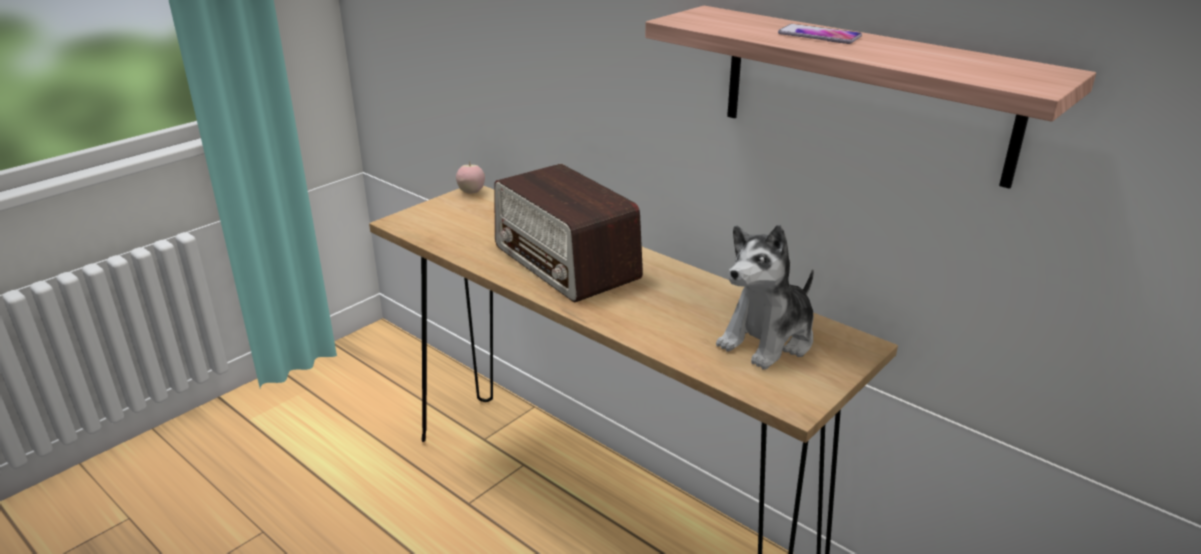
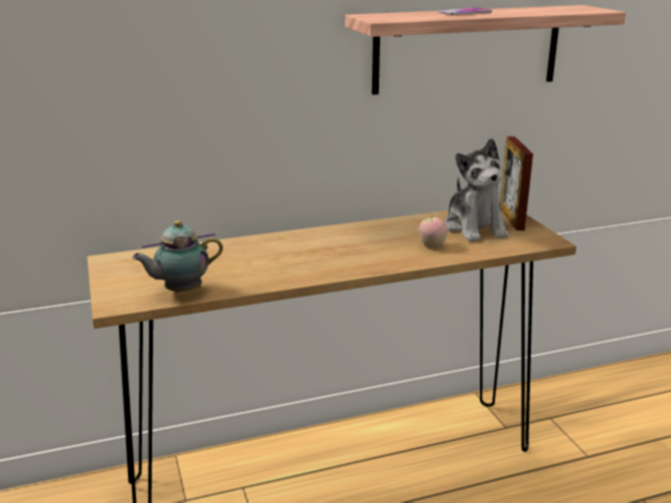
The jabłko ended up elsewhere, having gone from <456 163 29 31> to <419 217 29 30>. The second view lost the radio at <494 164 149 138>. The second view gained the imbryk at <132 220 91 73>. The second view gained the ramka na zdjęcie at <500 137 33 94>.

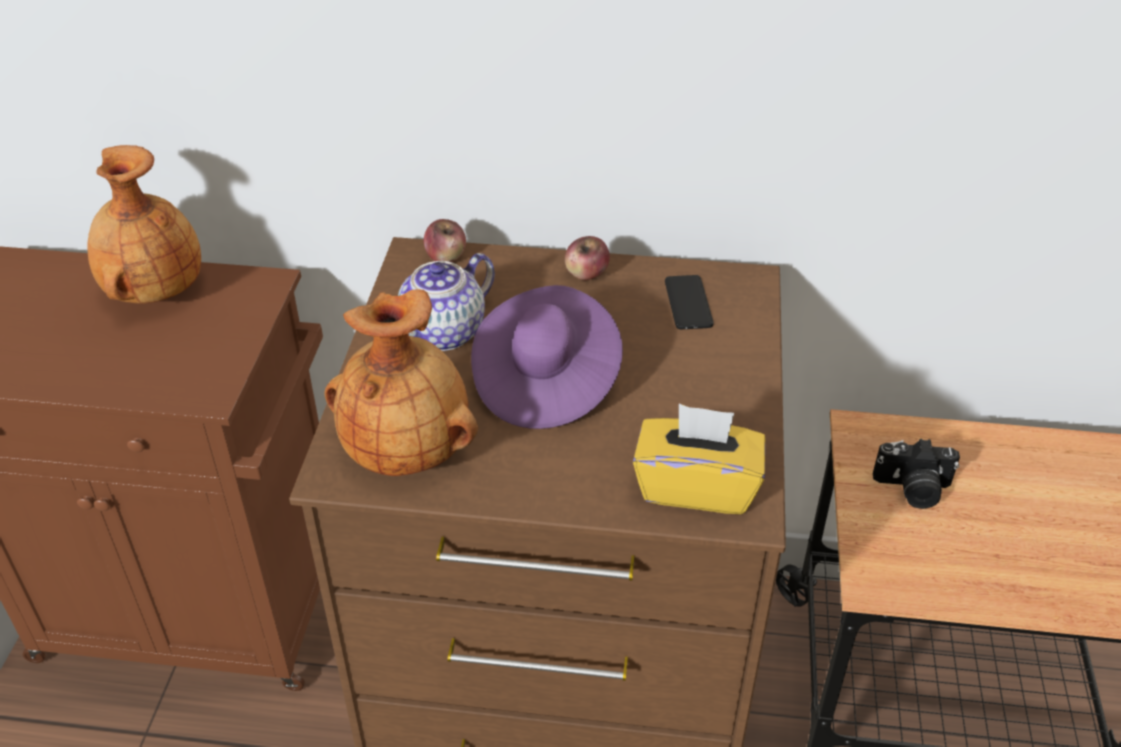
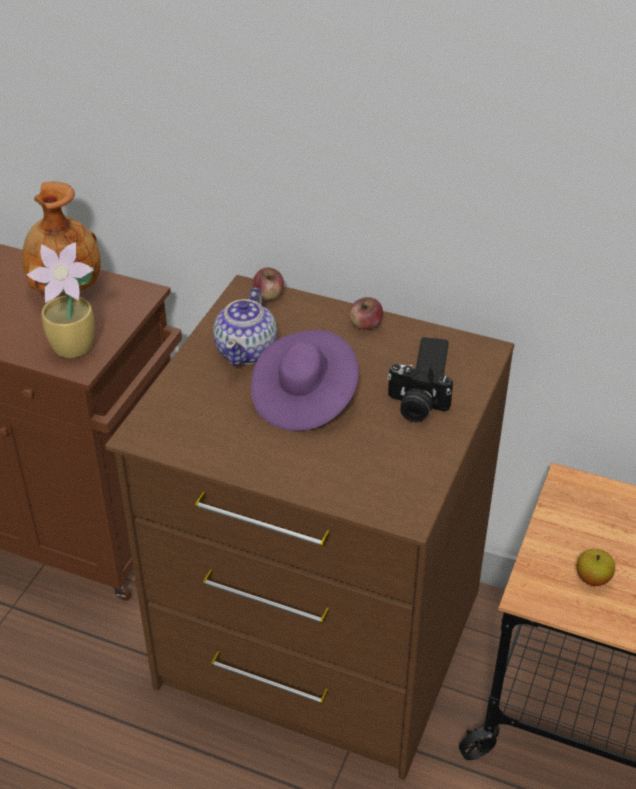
The second view lost the wazon (brązowy) at <324 290 154 186>. The imbryk at <398 253 97 98> ended up facing another way, 45 degrees counterclockwise from before. The second view lost the pudełko chusteczek (żółty) at <633 404 132 110>. The aparat fotograficzny ended up elsewhere, having gone from <873 439 87 70> to <387 364 66 58>. The second view gained the roślina doniczkowa at <26 242 68 116>. The second view gained the jabłko at <576 549 39 37>.

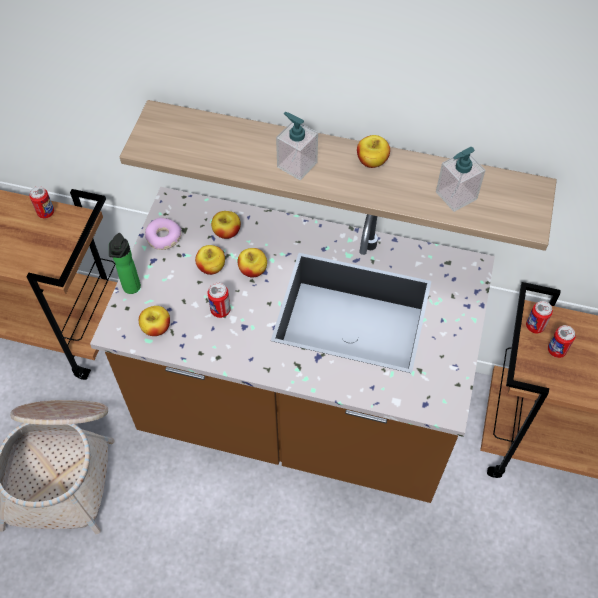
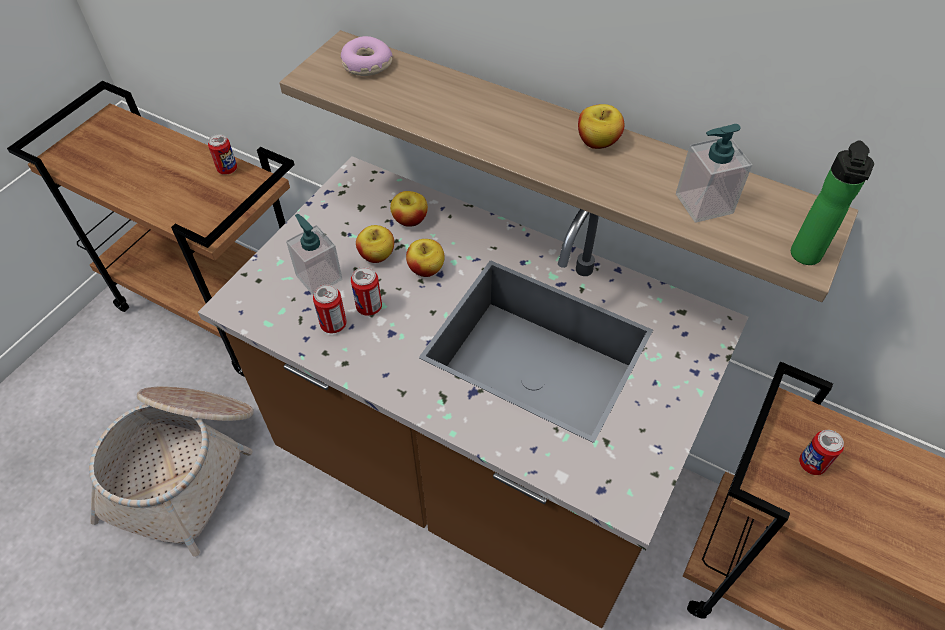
The butelka ended up elsewhere, having gone from <109 233 32 61> to <791 140 83 125>. The second view lost the jabłko at <139 306 31 30>. The donut ended up elsewhere, having gone from <145 218 37 32> to <341 36 52 40>. The dozownik mydła ended up elsewhere, having gone from <276 112 42 68> to <286 214 56 81>. The puszka ended up elsewhere, having gone from <526 301 27 32> to <313 284 34 49>.

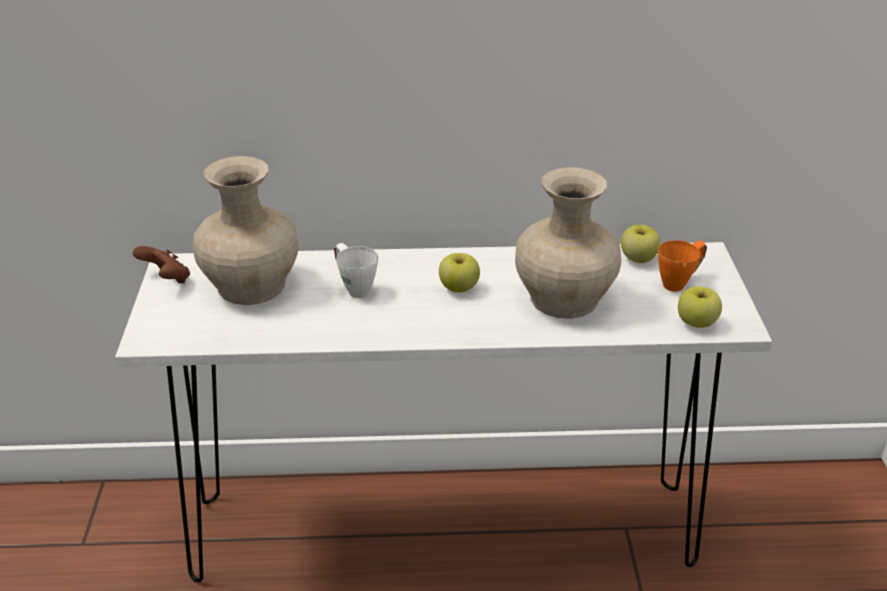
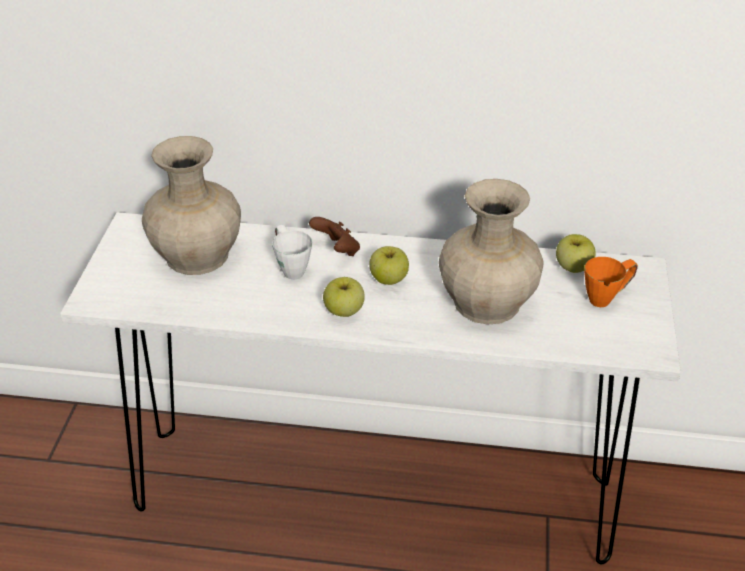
The pad do gier (brązowy) ended up elsewhere, having gone from <133 246 57 37> to <309 217 51 39>. The jabłko ended up elsewhere, having gone from <678 286 44 42> to <323 277 42 40>.

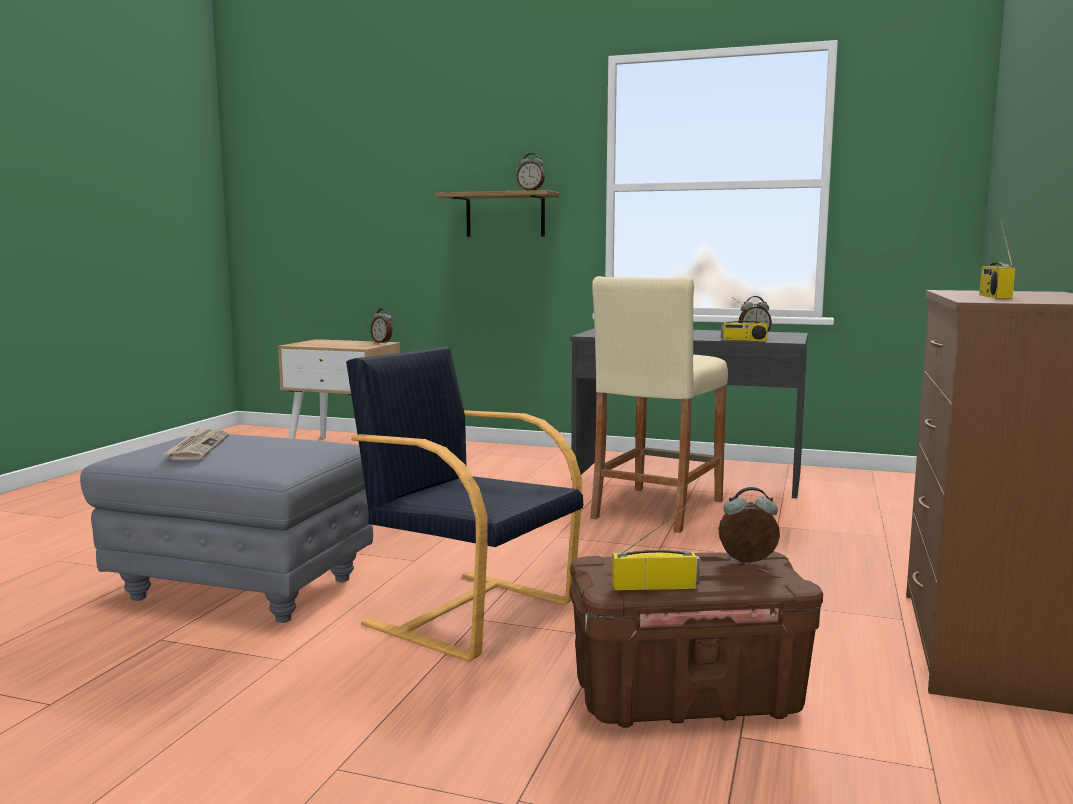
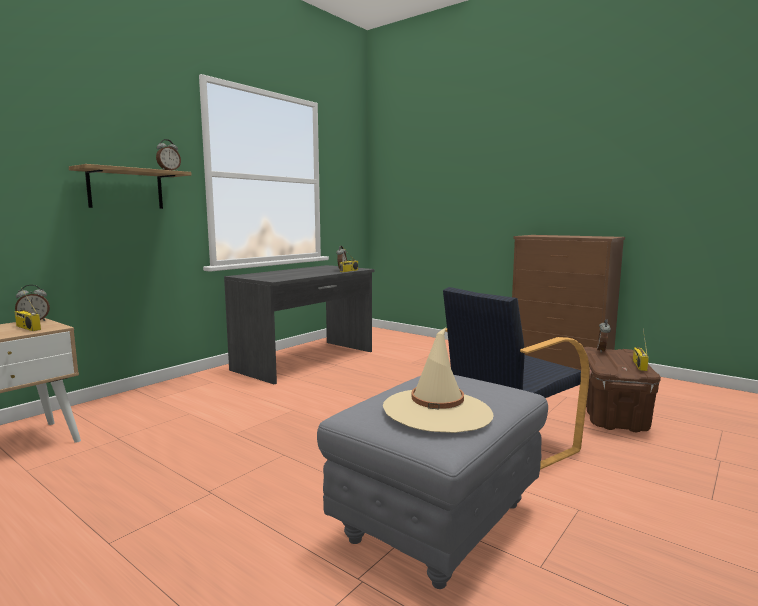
Where the gazeta stood at <163 427 66 33>, the kapelusz (beżowy) came to stand at <383 327 111 106>. The second view lost the stołek (beżowy) at <590 276 138 257>. The radio ended up elsewhere, having gone from <979 221 36 78> to <15 288 26 43>.

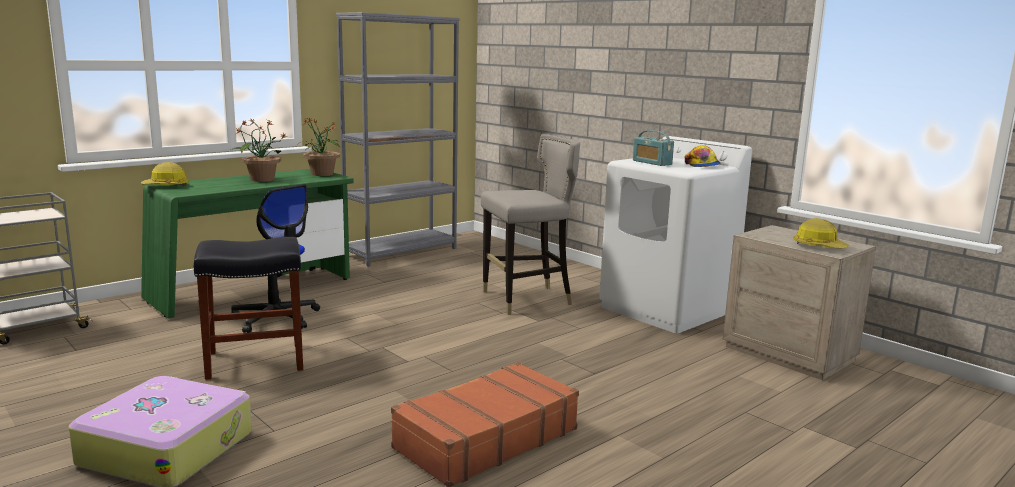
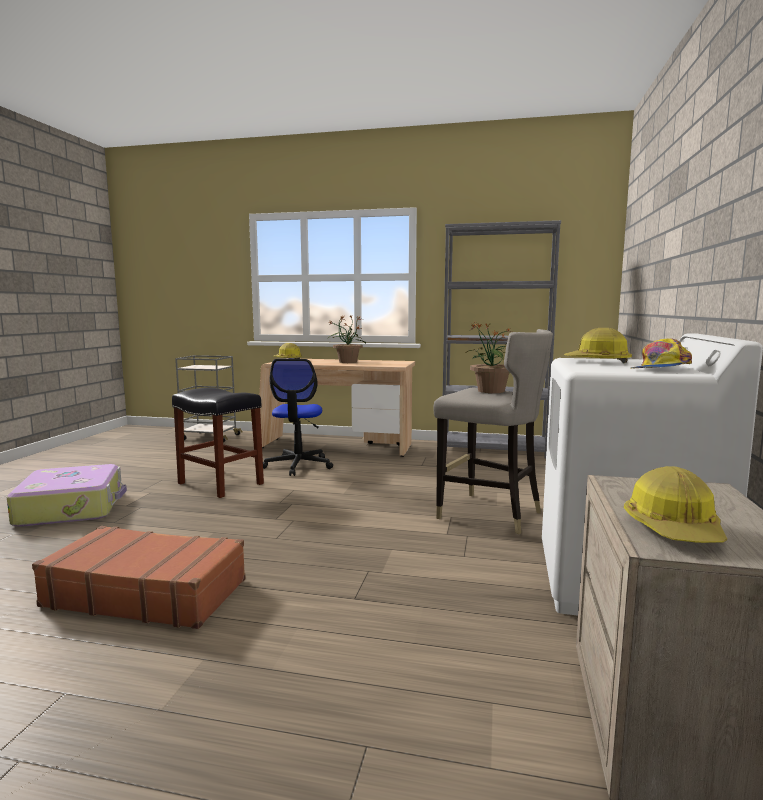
What was the biurko (zielony) at <141 169 213 150> turned into the biurko (beżowy) at <259 358 156 99>. The roślina doniczkowa ended up elsewhere, having gone from <297 117 44 59> to <465 323 47 70>. Where the radio stood at <633 130 41 36>, the kask came to stand at <564 328 68 35>.

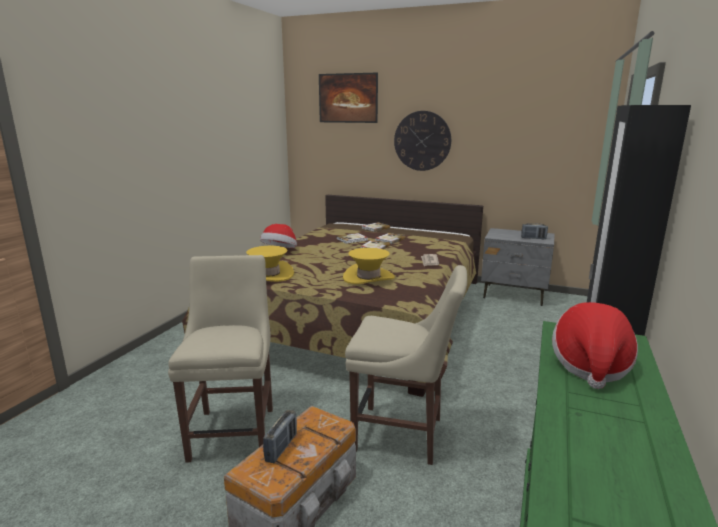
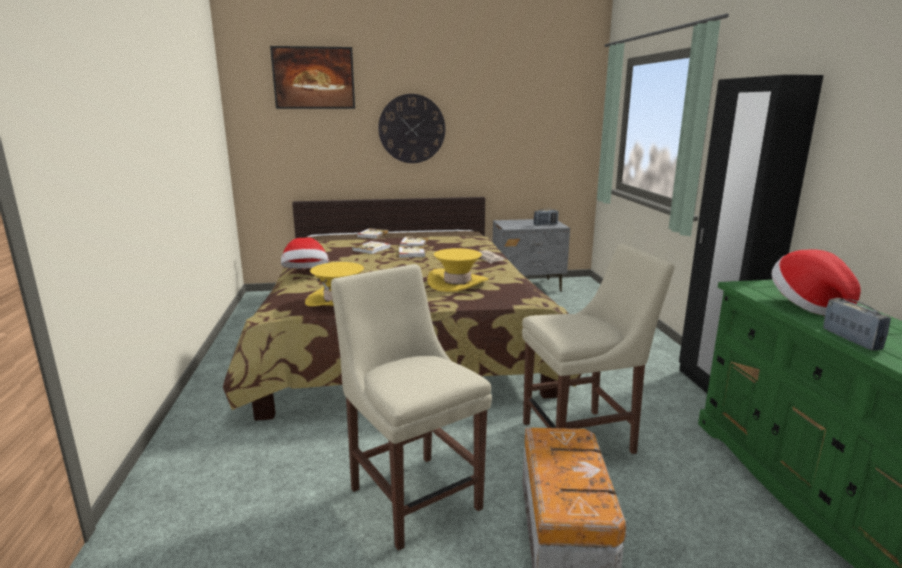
The radio ended up elsewhere, having gone from <263 410 34 53> to <823 298 68 53>.

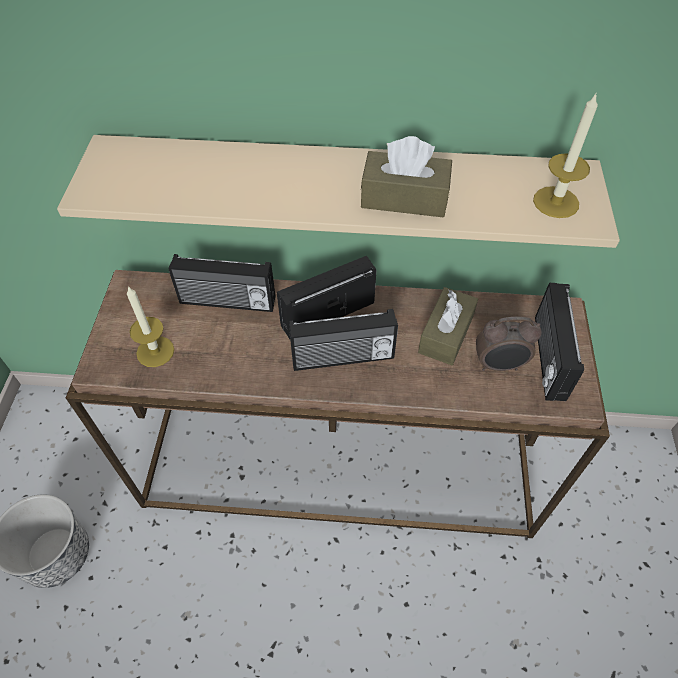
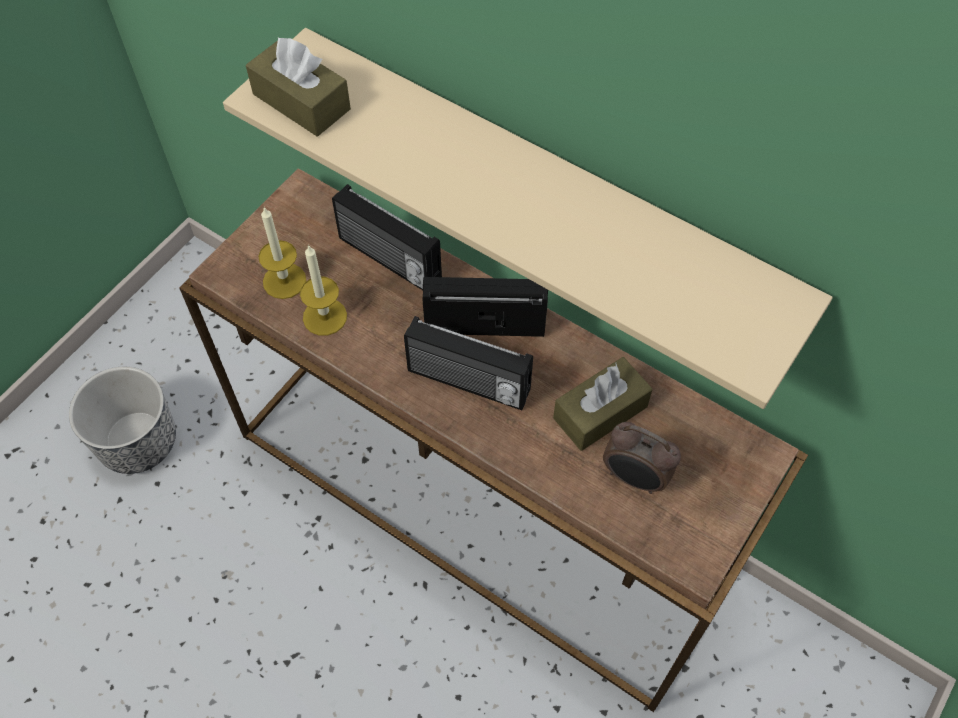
The pudełko chusteczek (brązowy) ended up elsewhere, having gone from <361 136 91 81> to <246 38 105 99>. The świeca ended up elsewhere, having gone from <533 92 65 126> to <300 245 47 91>. The second view lost the radio at <535 283 49 118>.

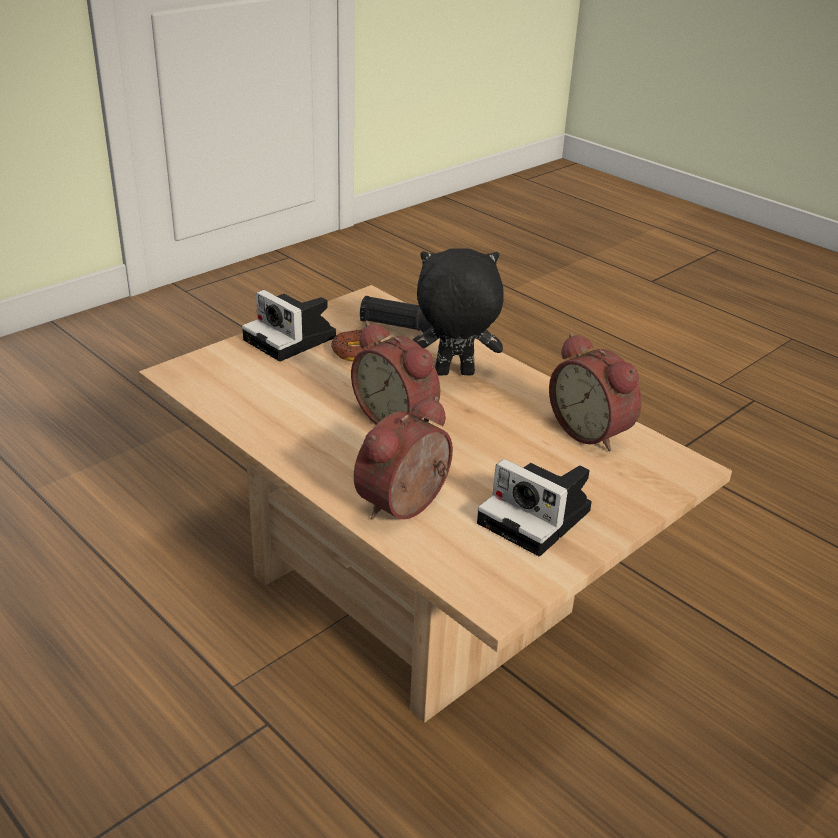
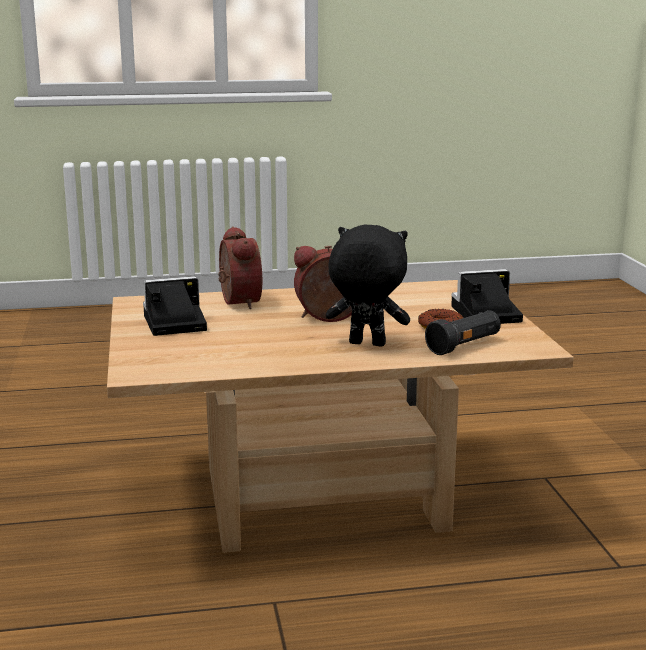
The pluszak (czarny) at <413 248 91 128> ended up facing another way, 105 degrees counterclockwise from before. The second view lost the budzik at <549 333 92 118>.

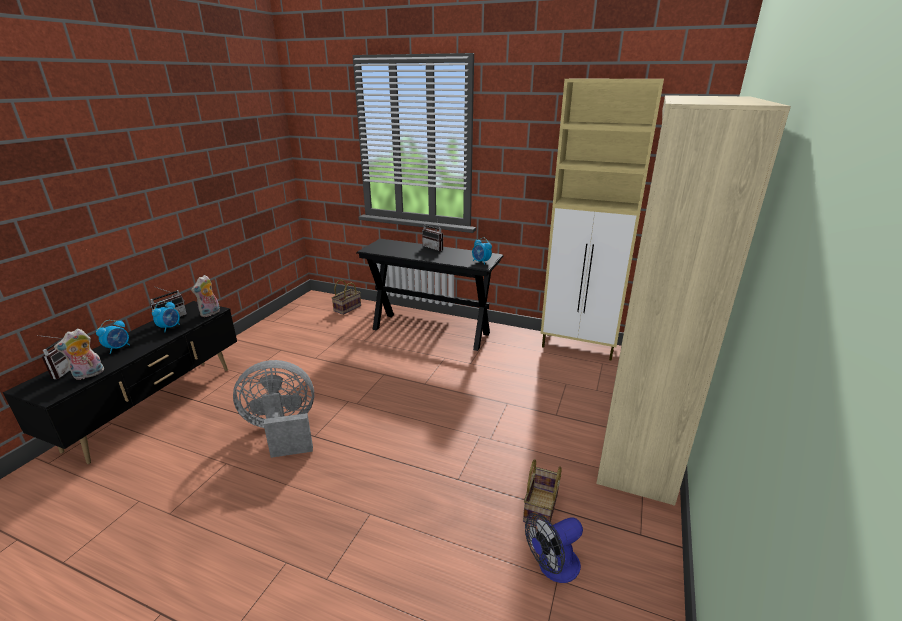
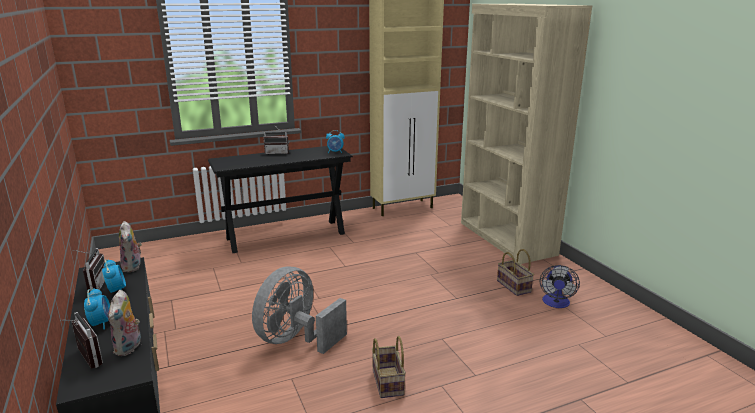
The koszyk ended up elsewhere, having gone from <332 279 29 36> to <372 336 34 62>.

